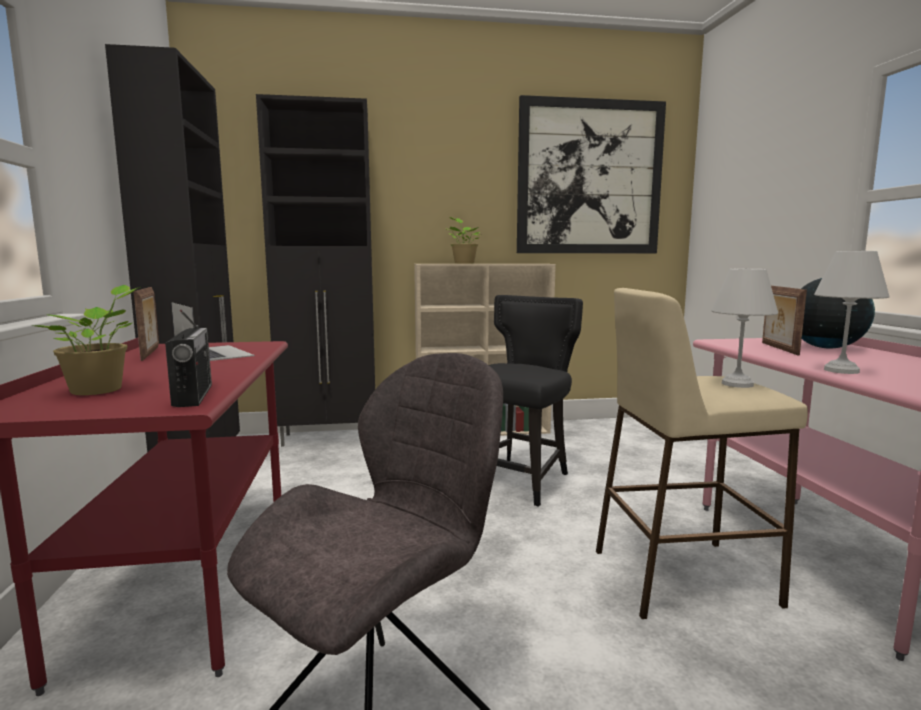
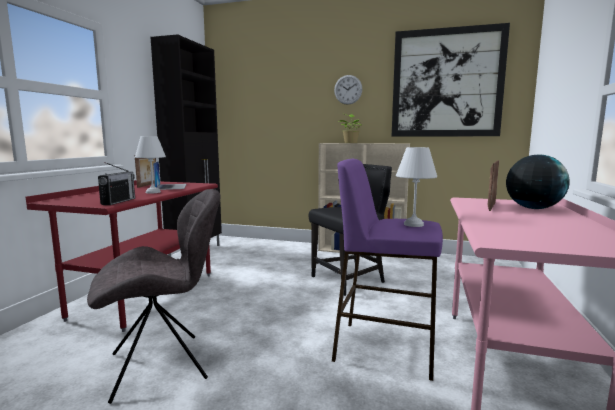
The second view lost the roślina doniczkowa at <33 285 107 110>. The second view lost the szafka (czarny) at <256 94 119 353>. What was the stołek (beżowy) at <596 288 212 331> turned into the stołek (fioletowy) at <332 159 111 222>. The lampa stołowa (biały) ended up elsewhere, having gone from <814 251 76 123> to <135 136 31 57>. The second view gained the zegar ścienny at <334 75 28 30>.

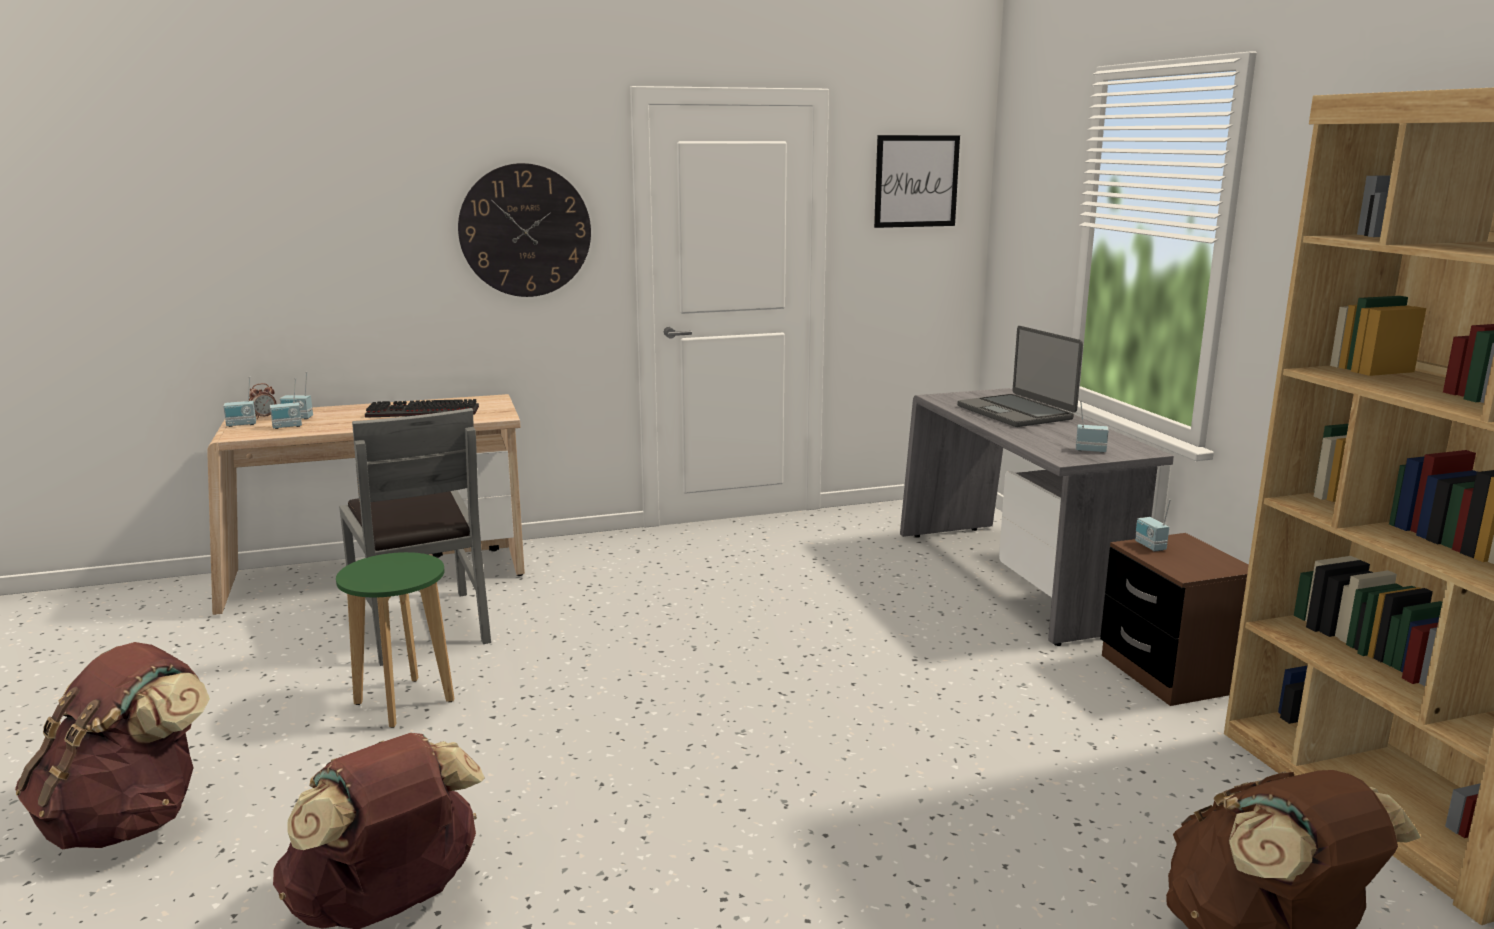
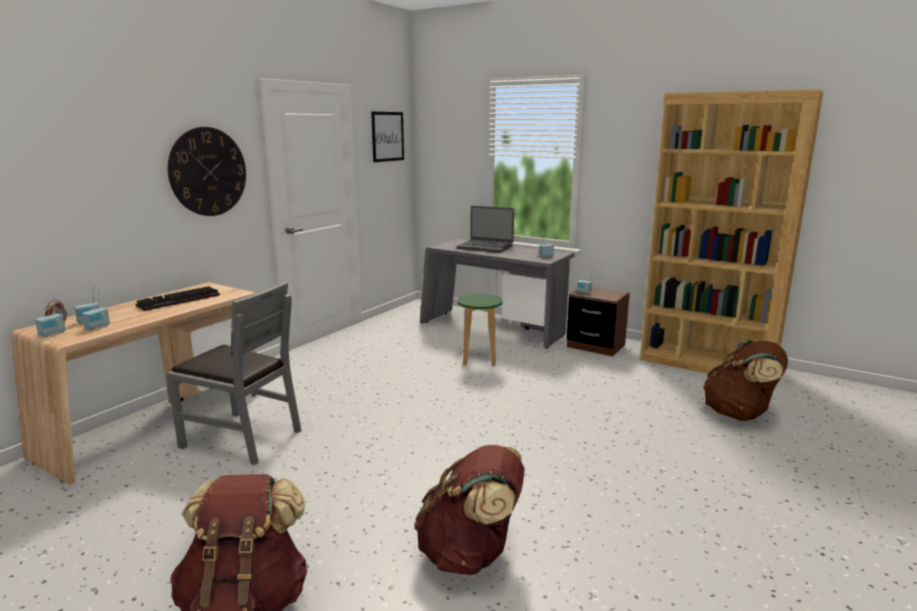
The stołek (zielony) ended up elsewhere, having gone from <336 552 119 176> to <457 294 45 72>.

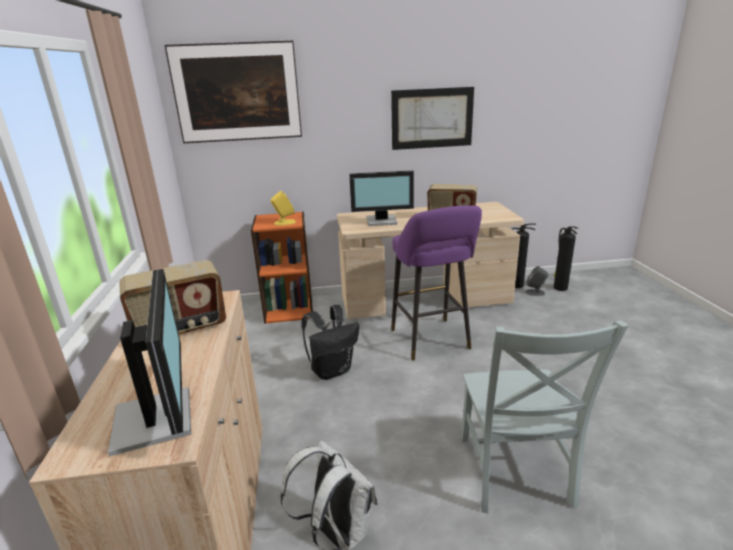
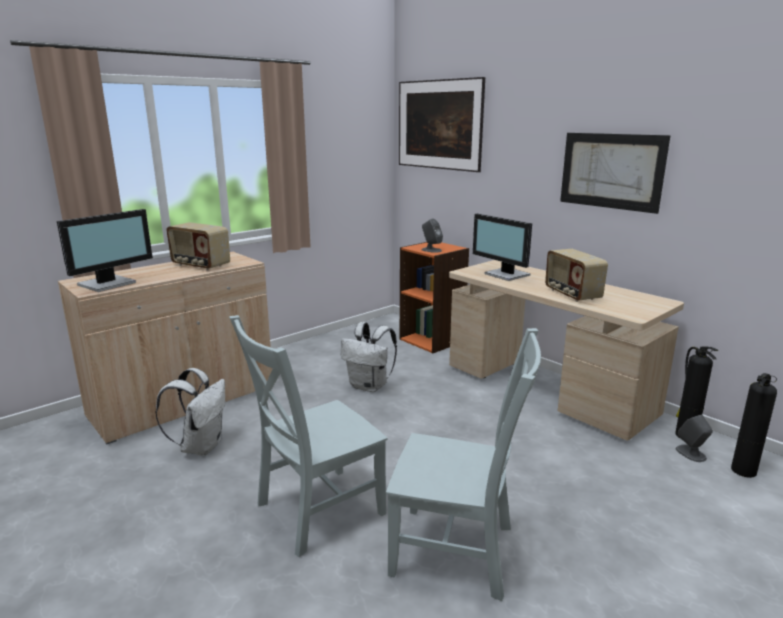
What was the głośnik (żółty) at <271 191 25 35> turned into the głośnik (szary) at <422 218 21 35>. What was the plecak (czarny) at <301 305 58 75> turned into the plecak (biały) at <341 322 56 70>. The second view lost the stołek (fioletowy) at <391 205 91 156>. The second view gained the krzesło (szary) at <386 328 155 273>.

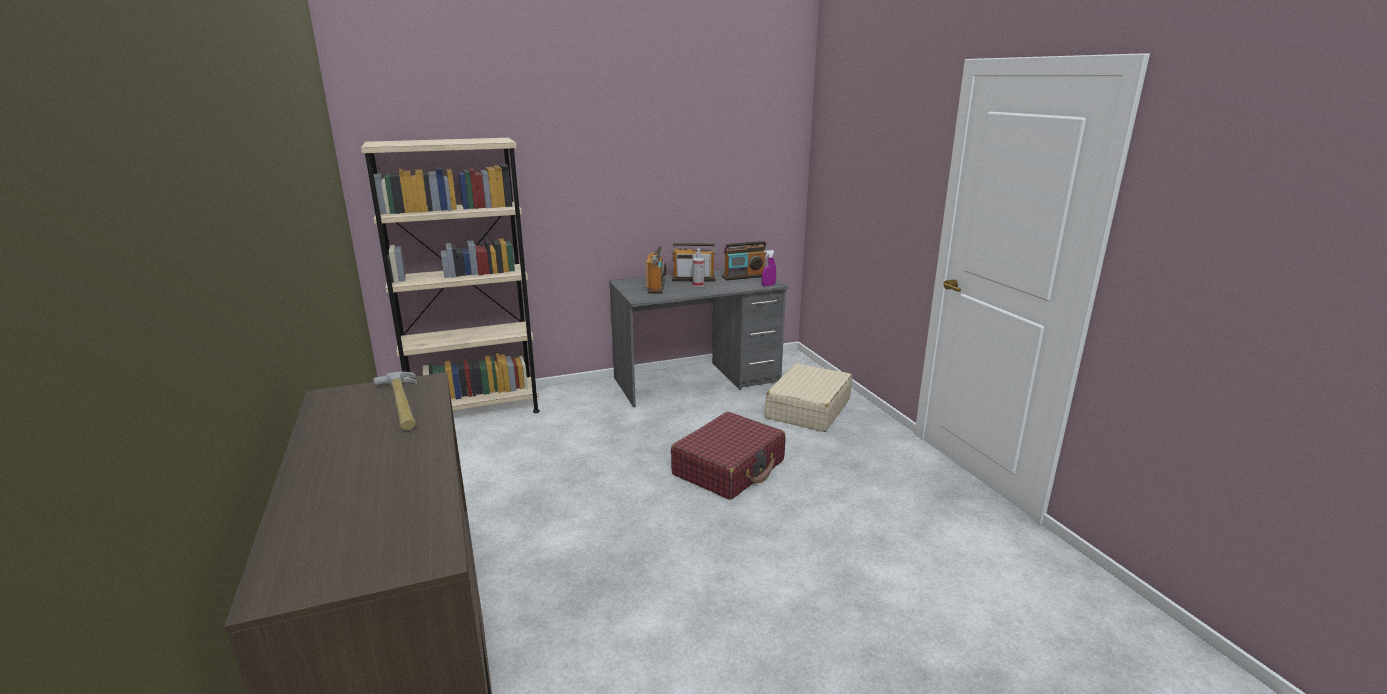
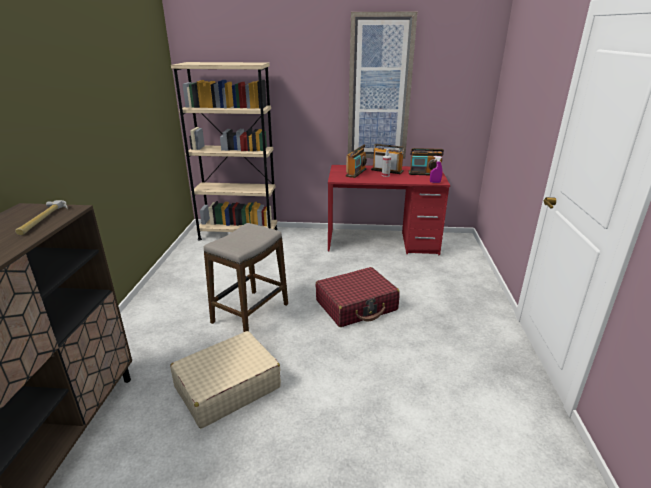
What was the biurko (szary) at <609 269 180 138> turned into the biurko (czerwony) at <328 165 122 90>. The walizka (beżowy) ended up elsewhere, having gone from <765 363 87 69> to <170 331 111 97>. The second view gained the stołek at <204 223 84 109>. The second view gained the obraz at <348 12 69 147>.

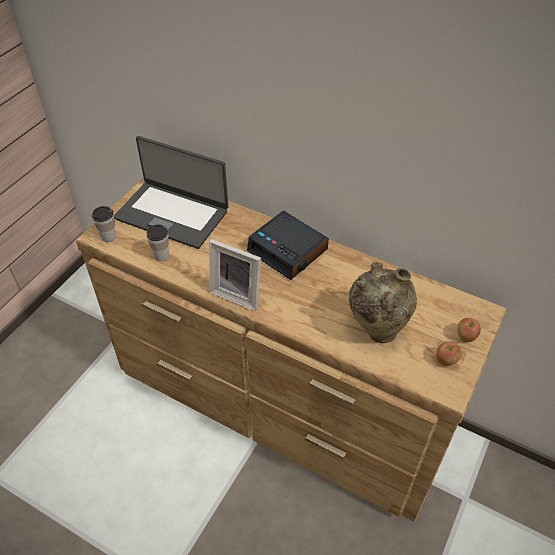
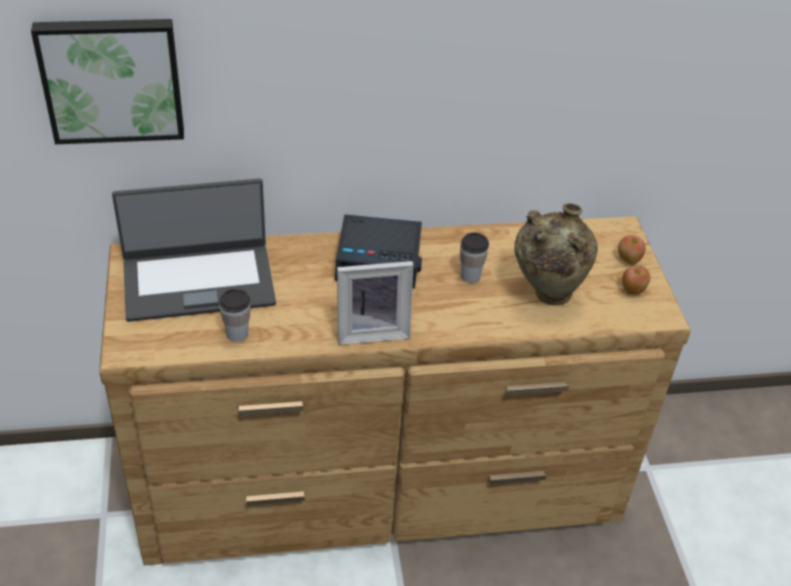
The filiżanka ended up elsewhere, having gone from <92 206 24 36> to <460 232 29 51>. The second view gained the obraz at <31 19 153 125>.

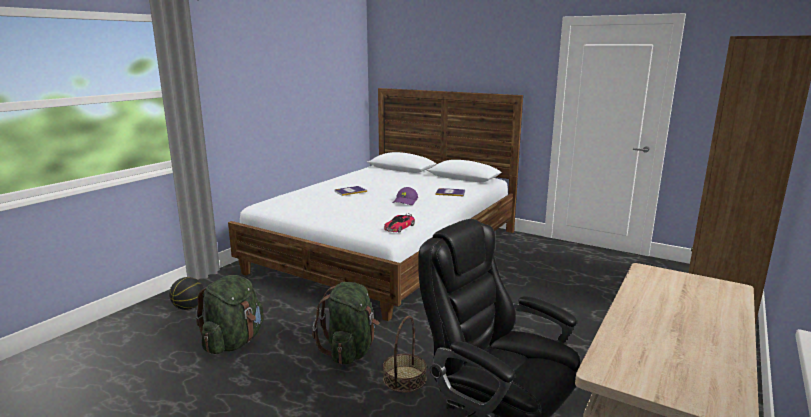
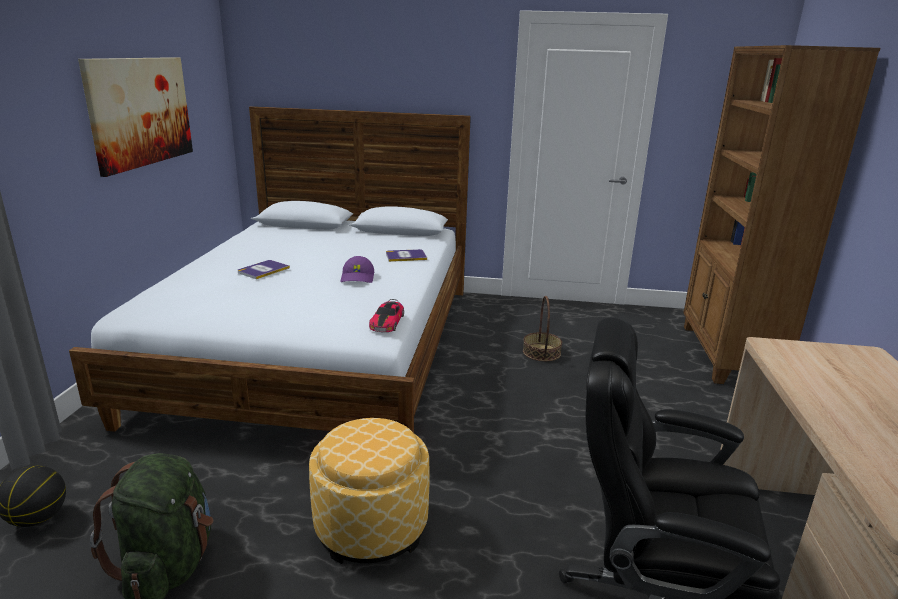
Where the plecak (zielony) stood at <312 282 68 82>, the pufa came to stand at <309 418 120 146>. The koszyk ended up elsewhere, having gone from <383 316 44 76> to <523 296 39 65>. The second view gained the obraz at <78 57 115 120>.

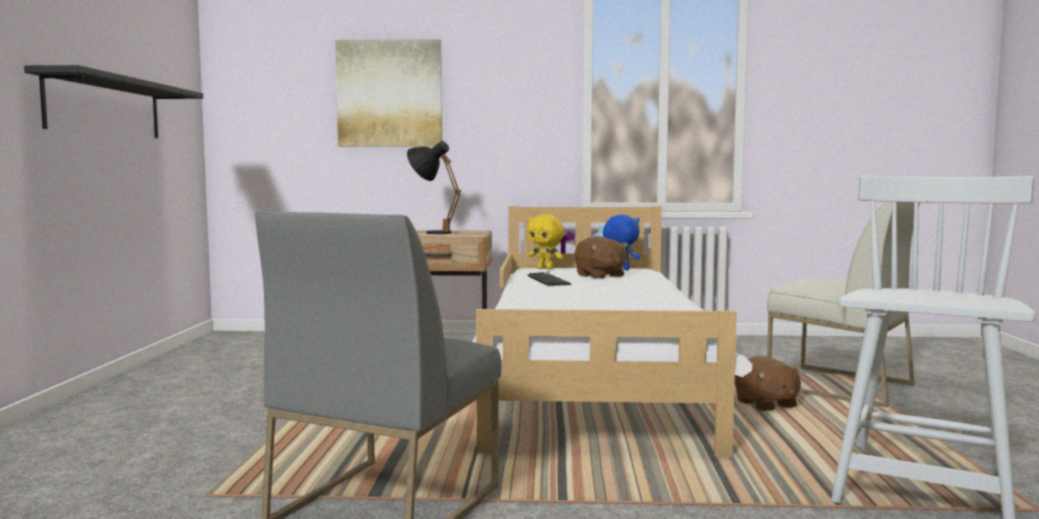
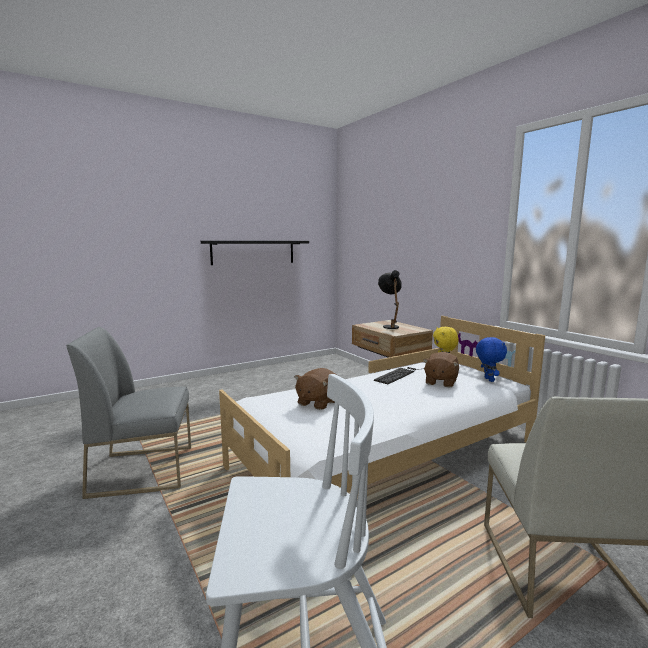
The second view lost the obraz at <335 39 107 108>. The pluszak (brązowy) ended up elsewhere, having gone from <735 356 68 55> to <294 368 43 42>.

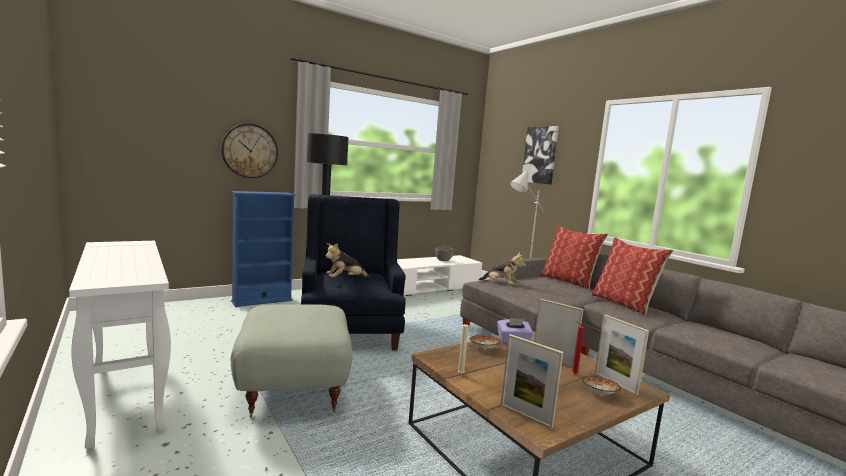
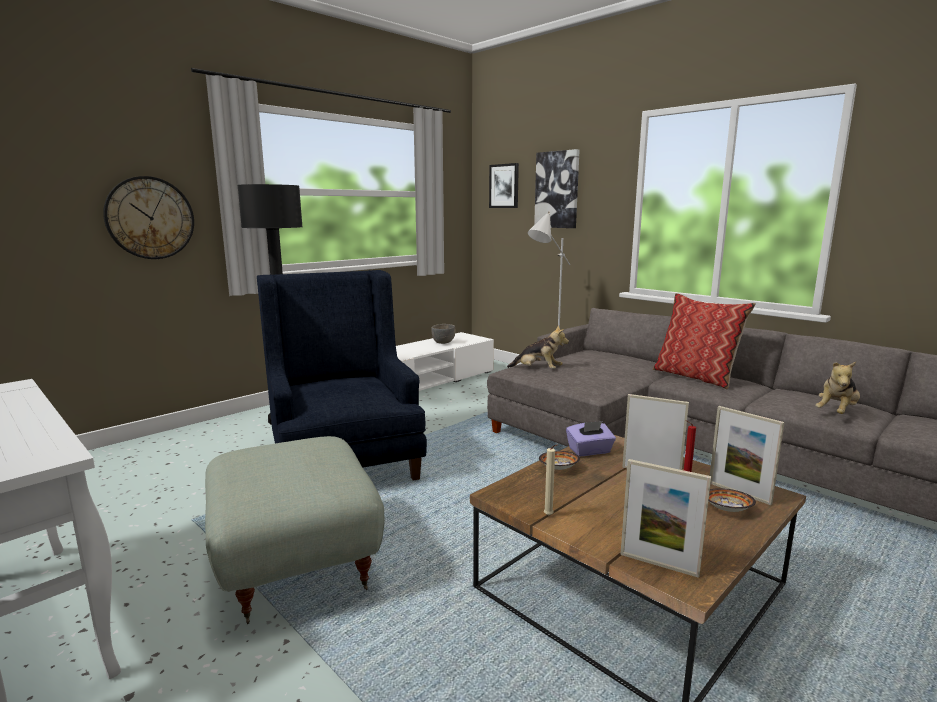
The second view lost the regał (niebieski) at <231 191 65 116>. The pluszak ended up elsewhere, having gone from <326 243 43 34> to <815 362 45 52>. The second view lost the poduszka at <540 225 68 65>. The second view gained the obraz at <489 163 30 45>.

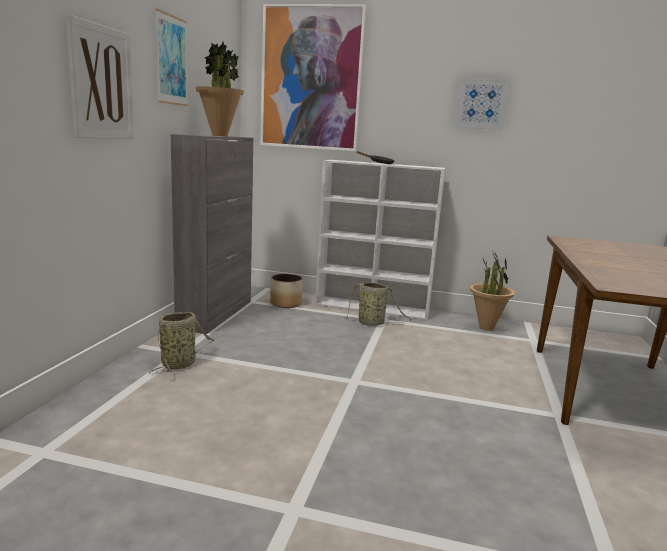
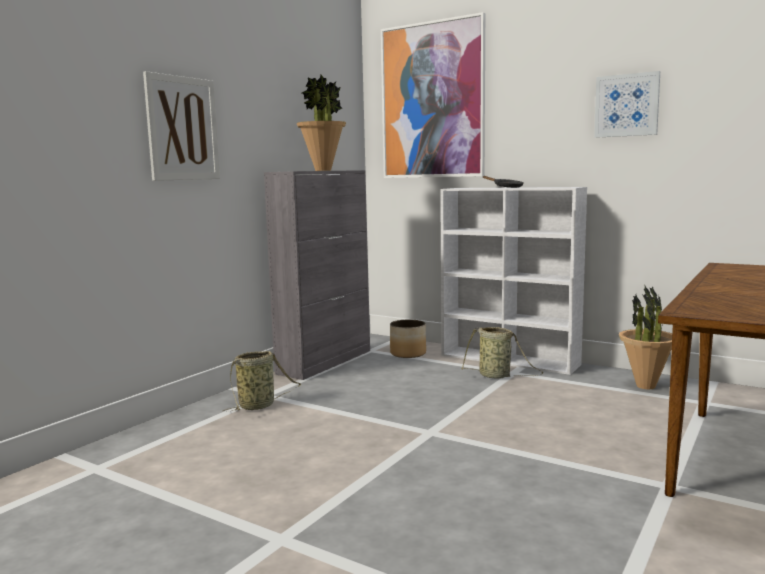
The second view lost the obraz at <155 8 33 98>.

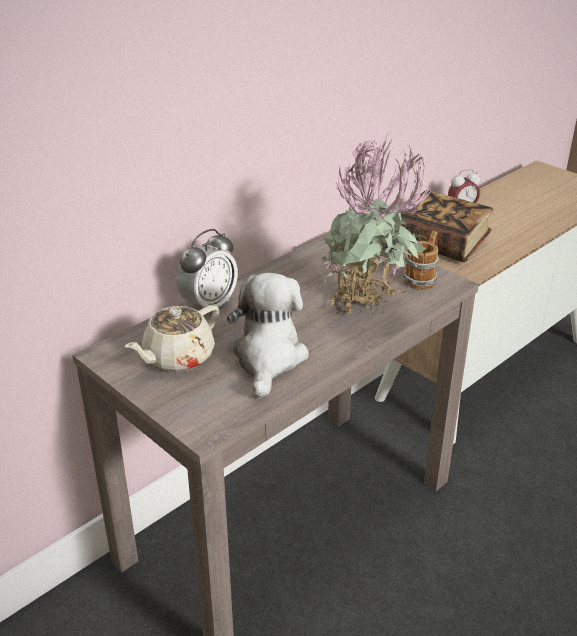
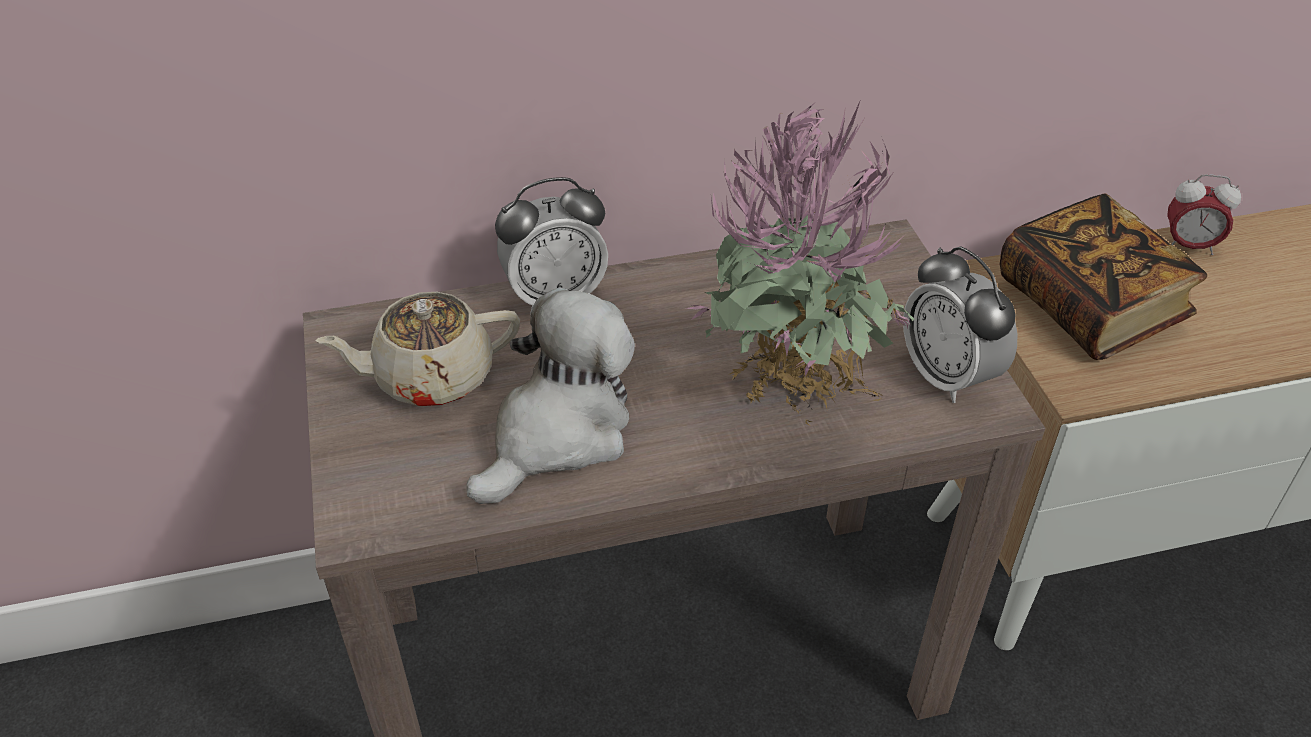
Where the kubek stood at <403 231 36 59>, the budzik came to stand at <903 246 114 157>.

